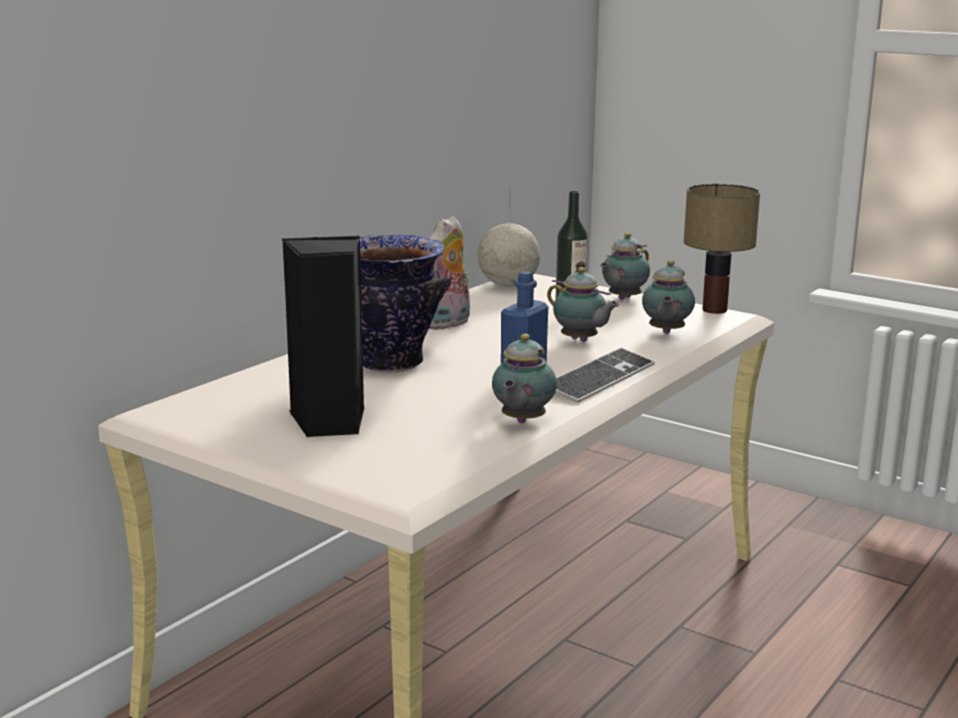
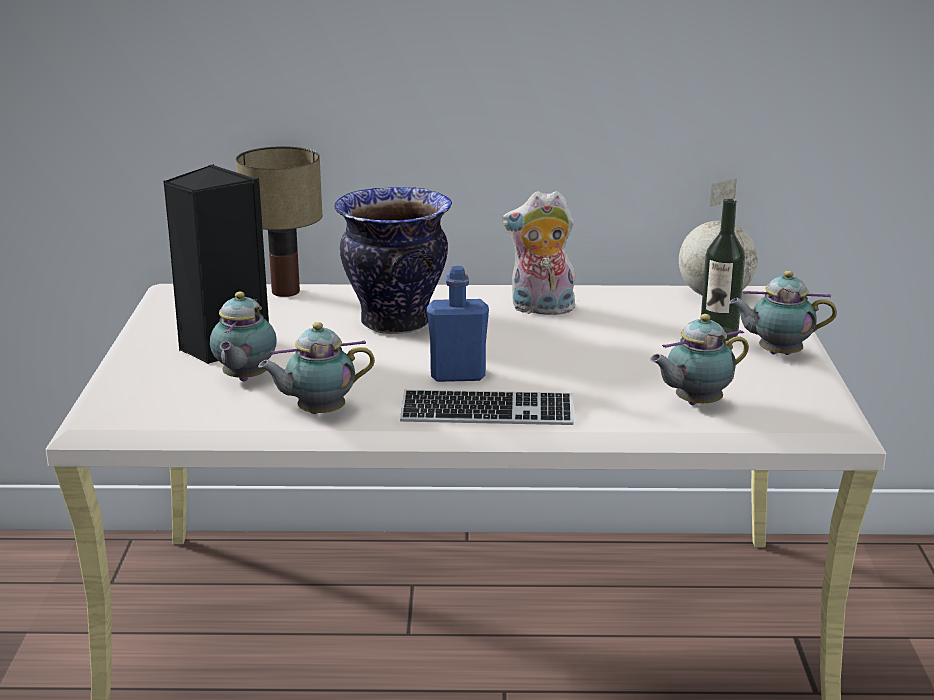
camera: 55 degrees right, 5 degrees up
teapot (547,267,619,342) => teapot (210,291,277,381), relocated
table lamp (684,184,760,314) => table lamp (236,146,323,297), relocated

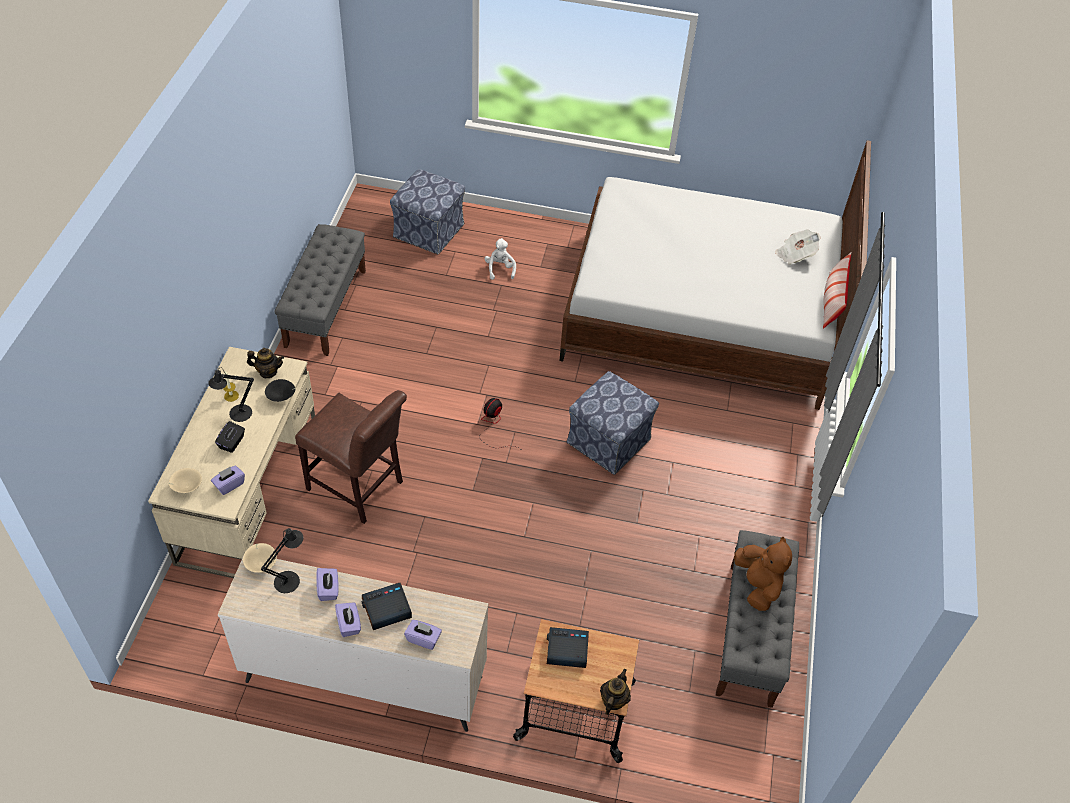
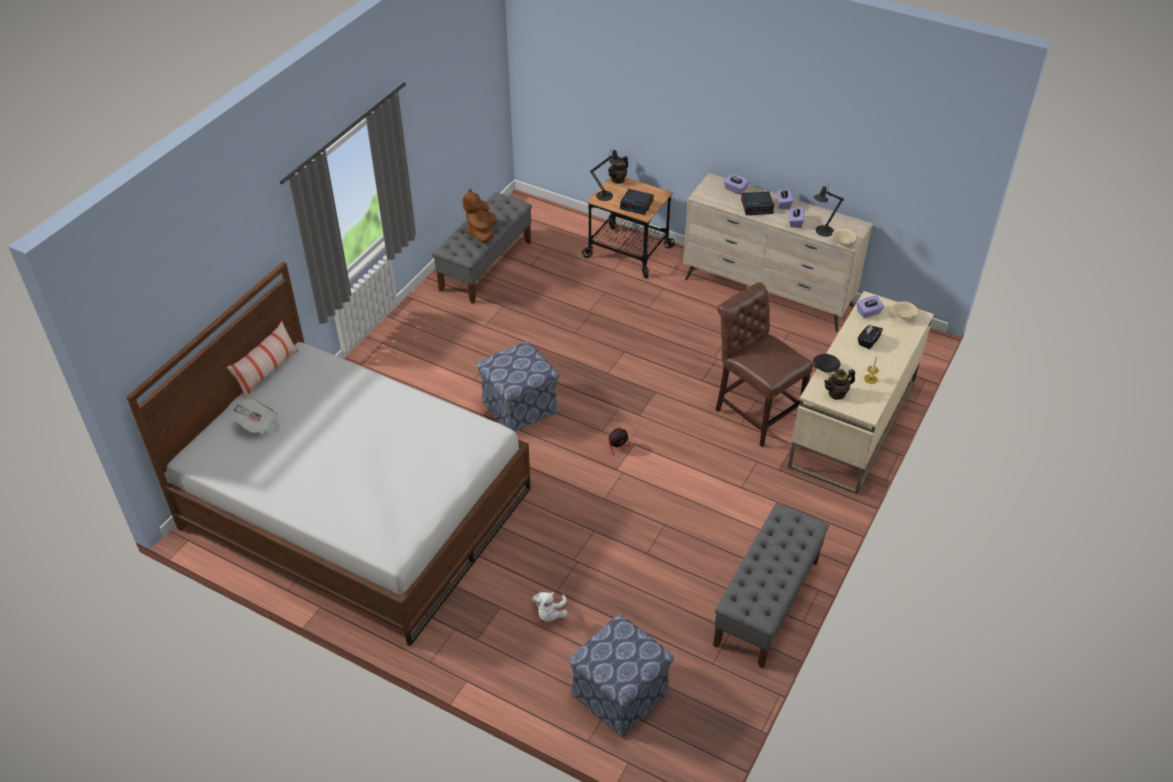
camera: 160 degrees left, 5 degrees down
table lamp/black (208,367,254,422) => table lamp/black (590,148,623,201), relocated
teapot (247,348,284,378) => teapot (824,369,855,400), 45 degrees counterclockwise

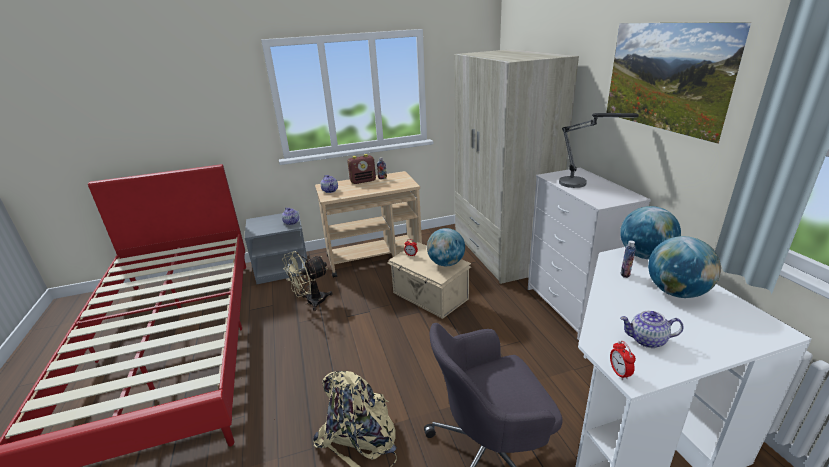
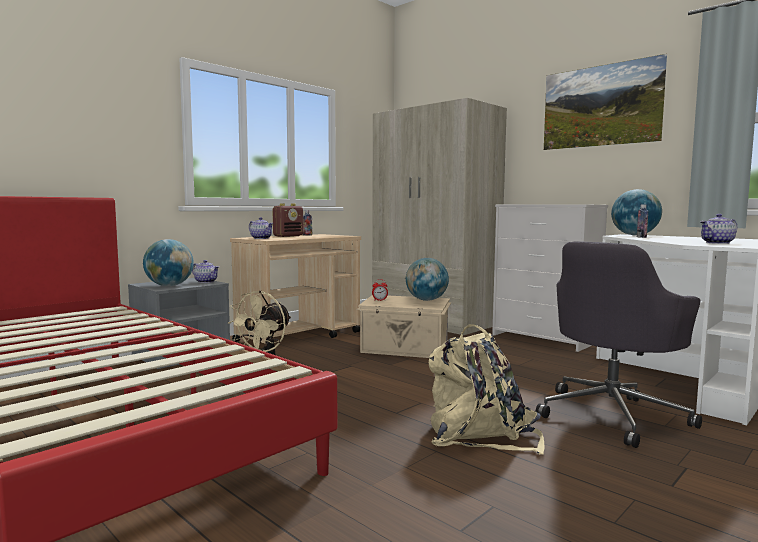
camera: 30 degrees left, 20 degrees down
globe (648,236,721,298) => globe (143,239,194,286), relocated
table lamp (559,113,639,188) => nothing
alarm clock (610,341,636,380) => nothing

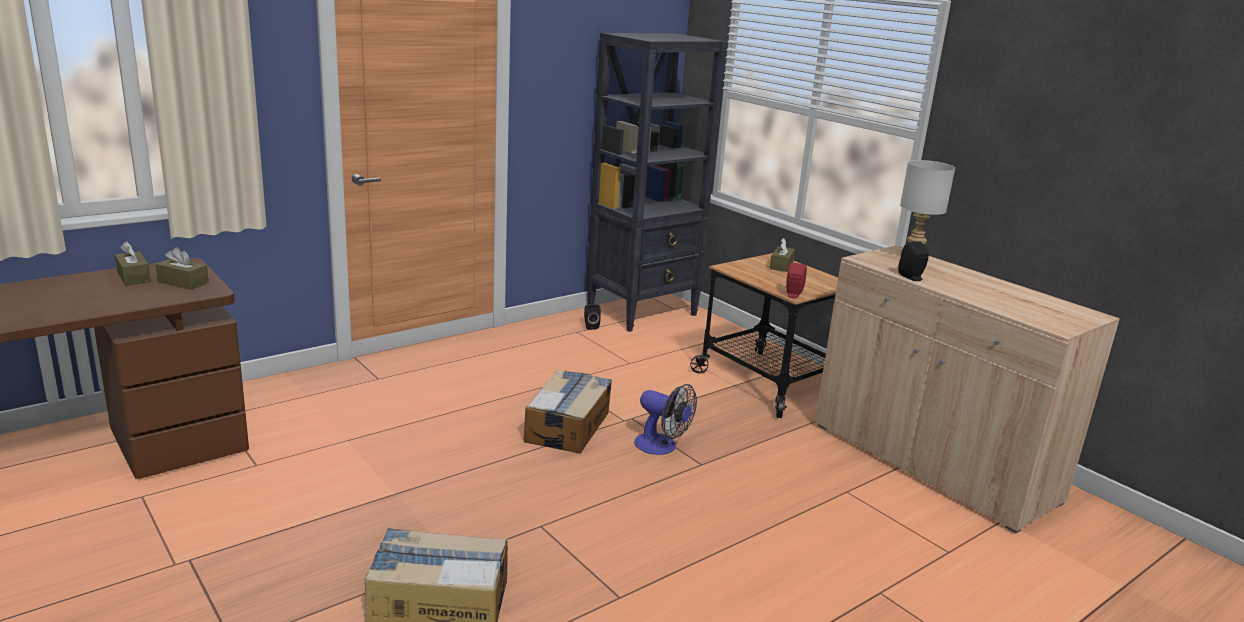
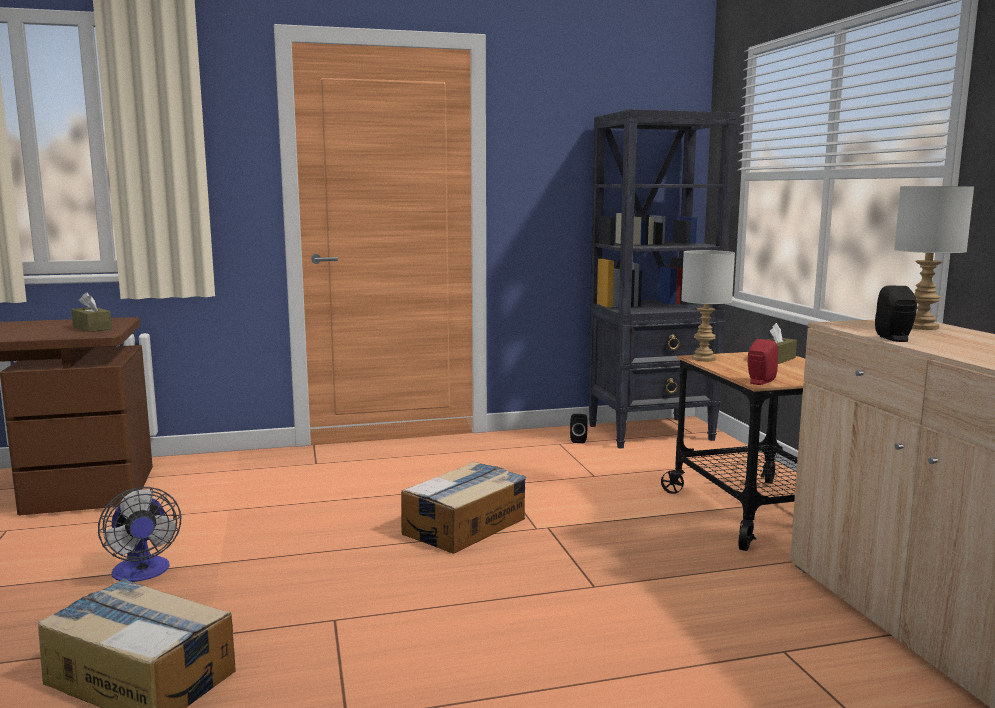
camera: 25 degrees right, 10 degrees down
fan (634,384,697,455) => fan (98,487,181,582), relocated
nothing => table lamp/grey (681,250,735,361)
tissue box/brown (115,241,151,285) => nothing

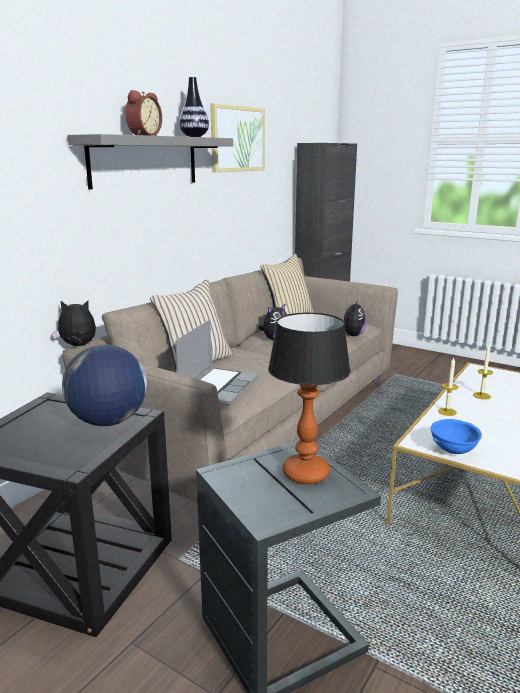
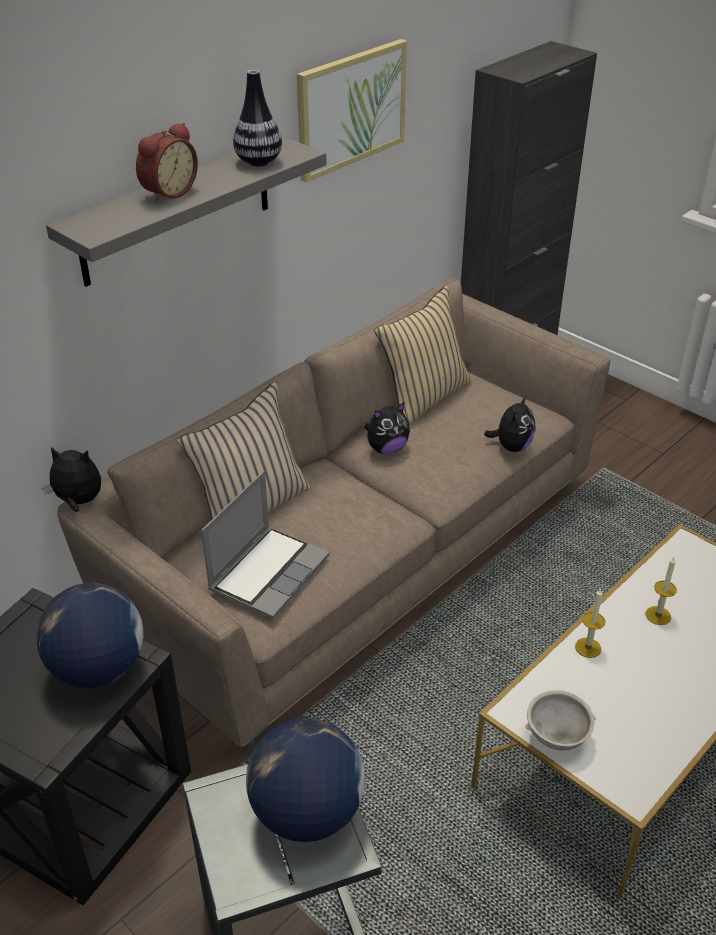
camera: 10 degrees right, 20 degrees up
table lamp (268,313,351,484) => globe (246,718,365,842)
bowl/blue (431,419,482,454) => bowl/grey (525,690,596,750)

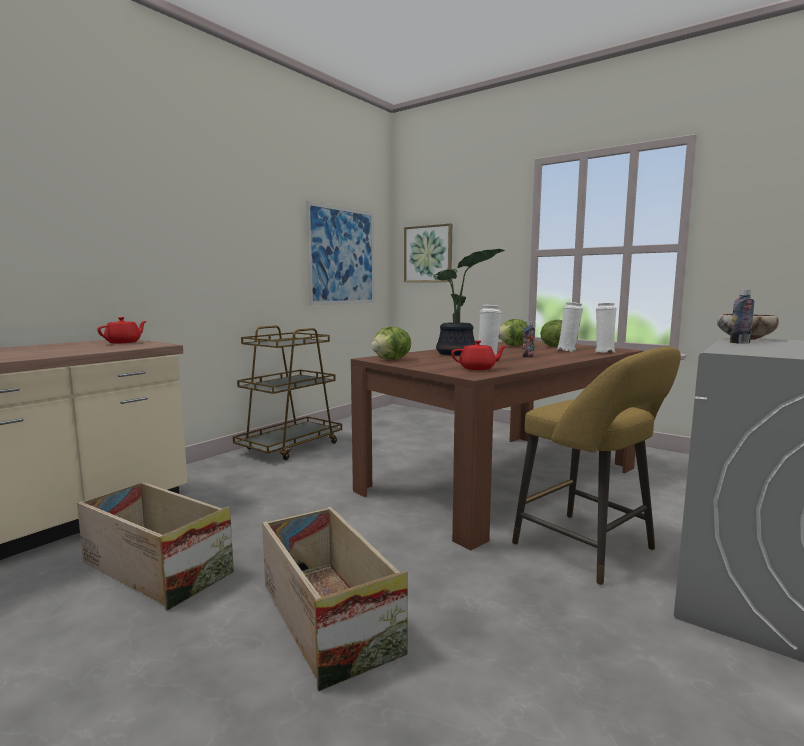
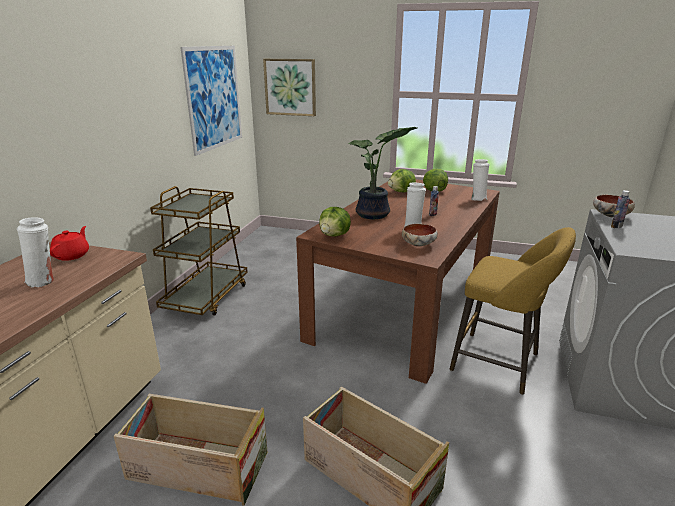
camera: 20 degrees left, 15 degrees up
vase/white (557,302,583,351) => vase/white (17,217,54,288), relocated
teapot/red (451,340,507,370) => bowl (402,224,438,247)

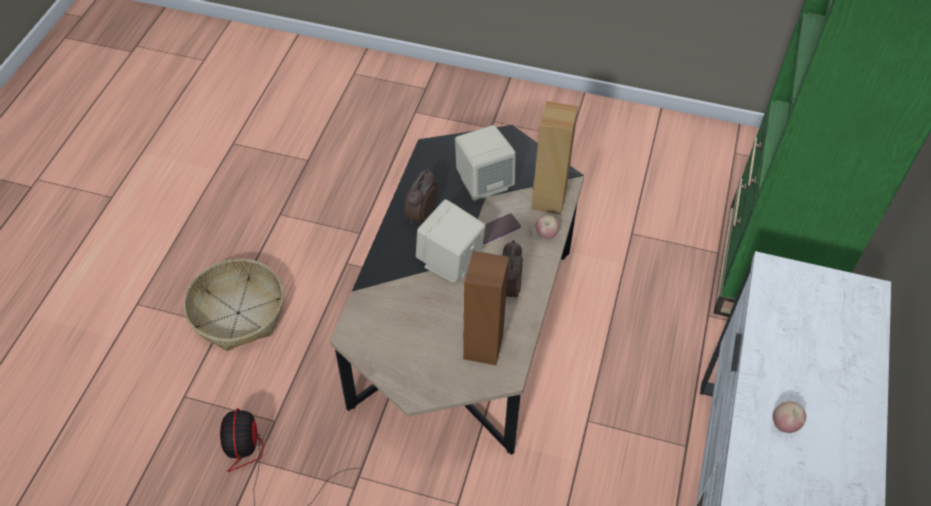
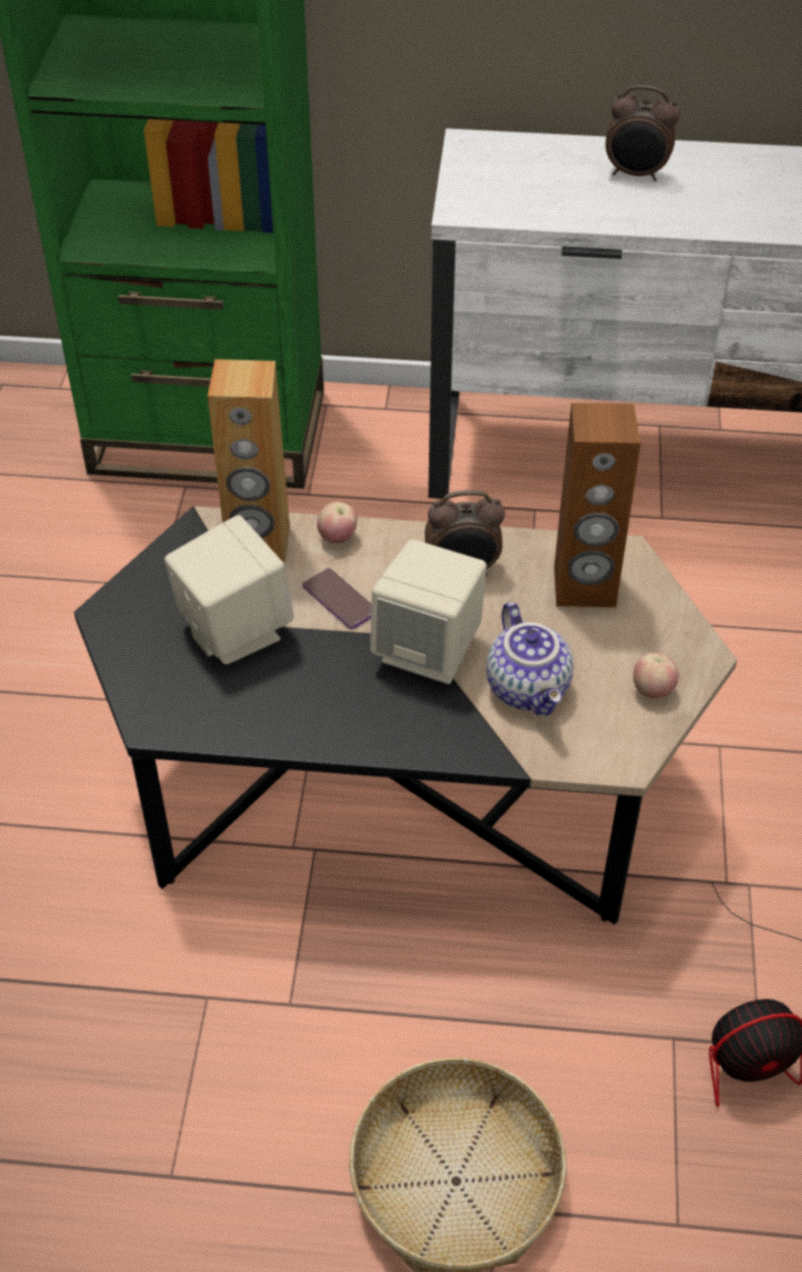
camera: 100 degrees left, 5 degrees down
nothing => teapot (486,602,573,716)
alarm clock (404,169,438,223) => alarm clock (606,85,680,181), relocated
apple (773,401,806,433) => apple (633,652,679,698), relocated

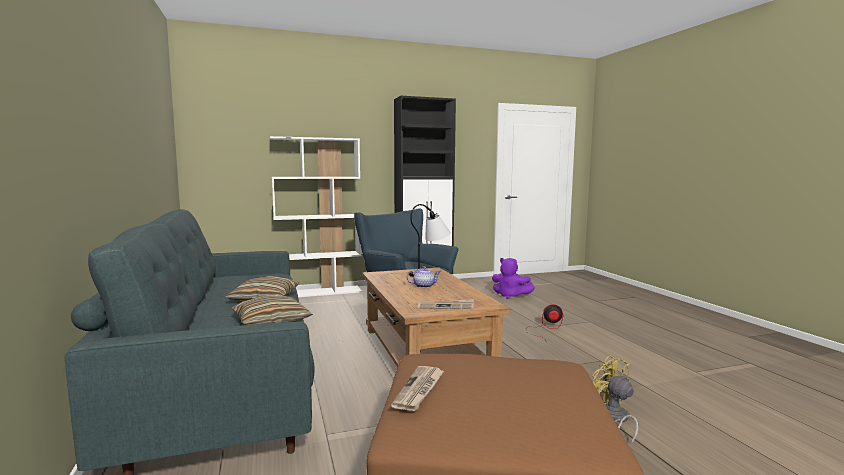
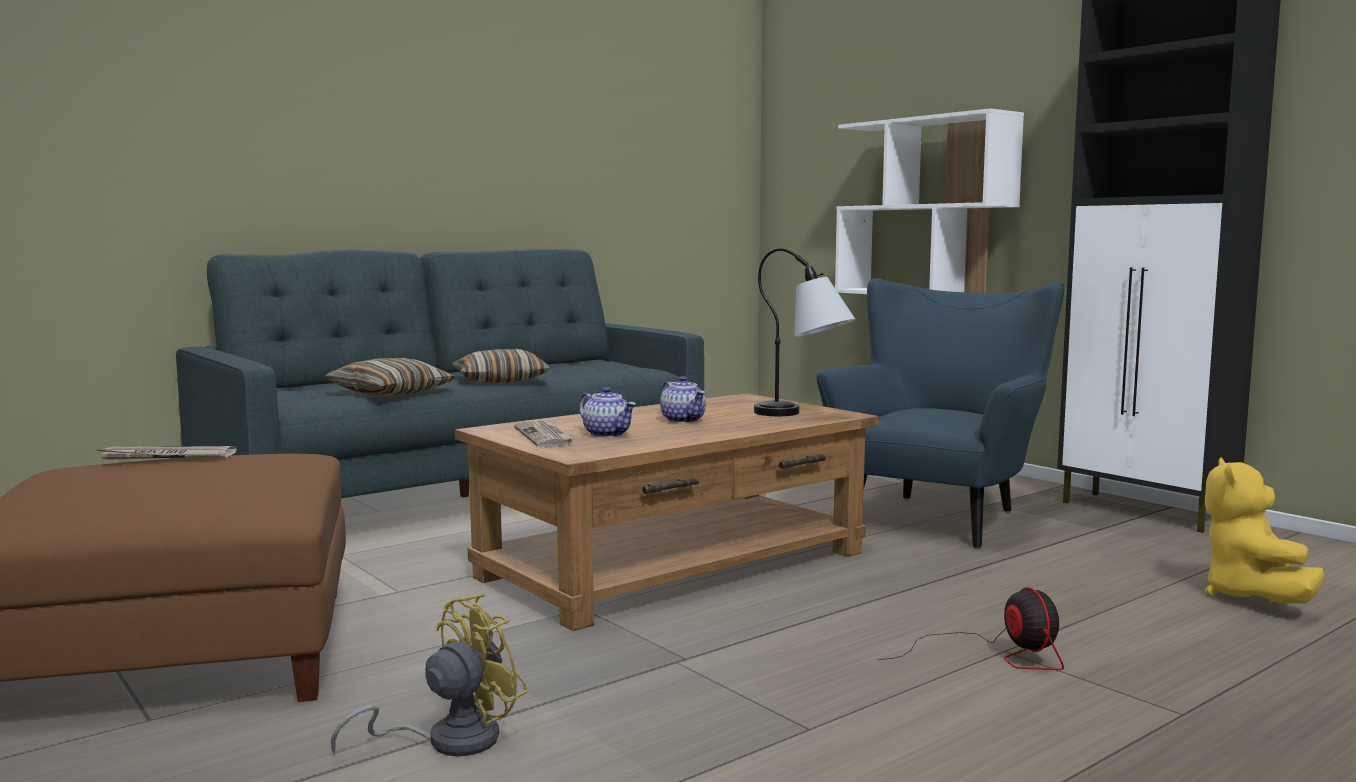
camera: 70 degrees right, 0 degrees up
nothing => teapot (579,387,636,438)
plush toy/purple (492,258,535,299) => plush toy/yellow (1205,458,1324,604)

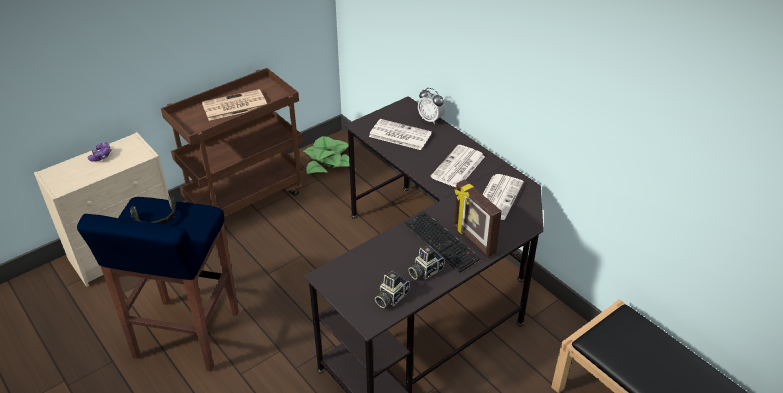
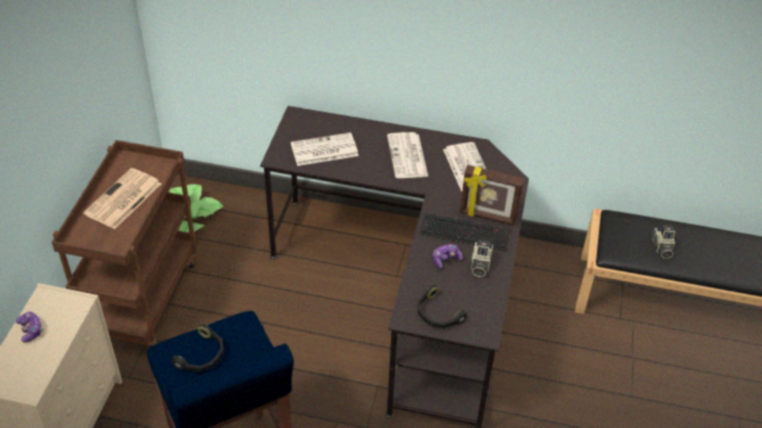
camera: 40 degrees left, 5 degrees up
nothing => headphones/black (418,285,467,329)
nothing => game controller (433,244,463,269)
photo camera (375,271,410,308) => photo camera (652,226,675,259), relocated
alarm clock (418,88,445,124) => nothing

